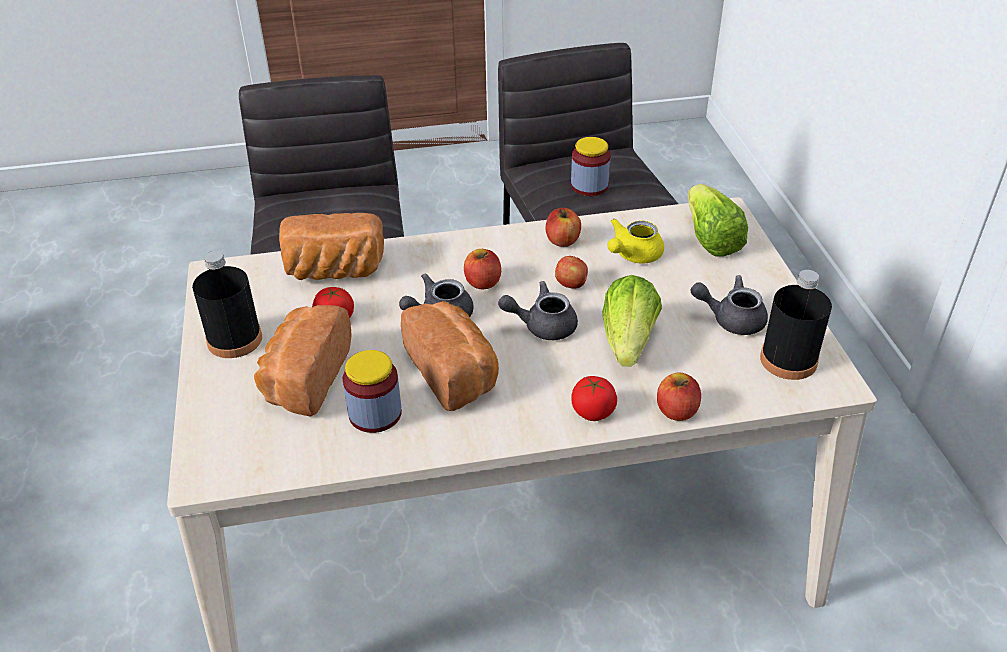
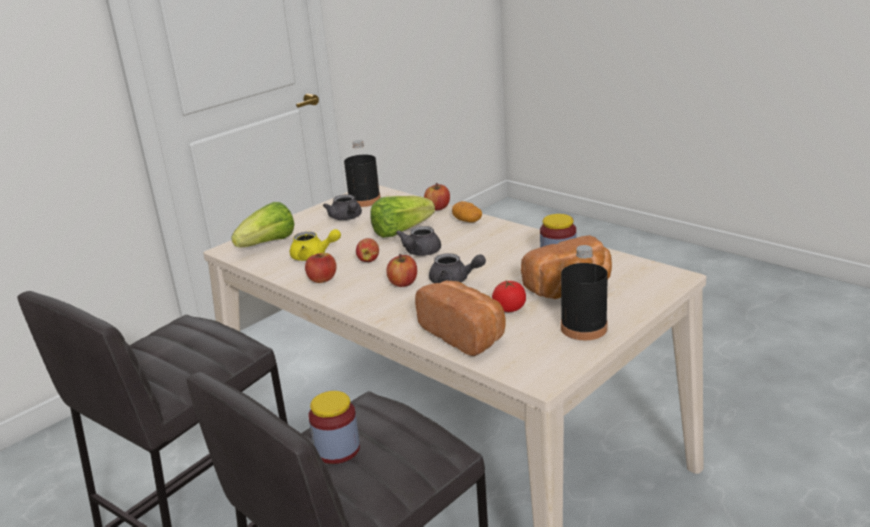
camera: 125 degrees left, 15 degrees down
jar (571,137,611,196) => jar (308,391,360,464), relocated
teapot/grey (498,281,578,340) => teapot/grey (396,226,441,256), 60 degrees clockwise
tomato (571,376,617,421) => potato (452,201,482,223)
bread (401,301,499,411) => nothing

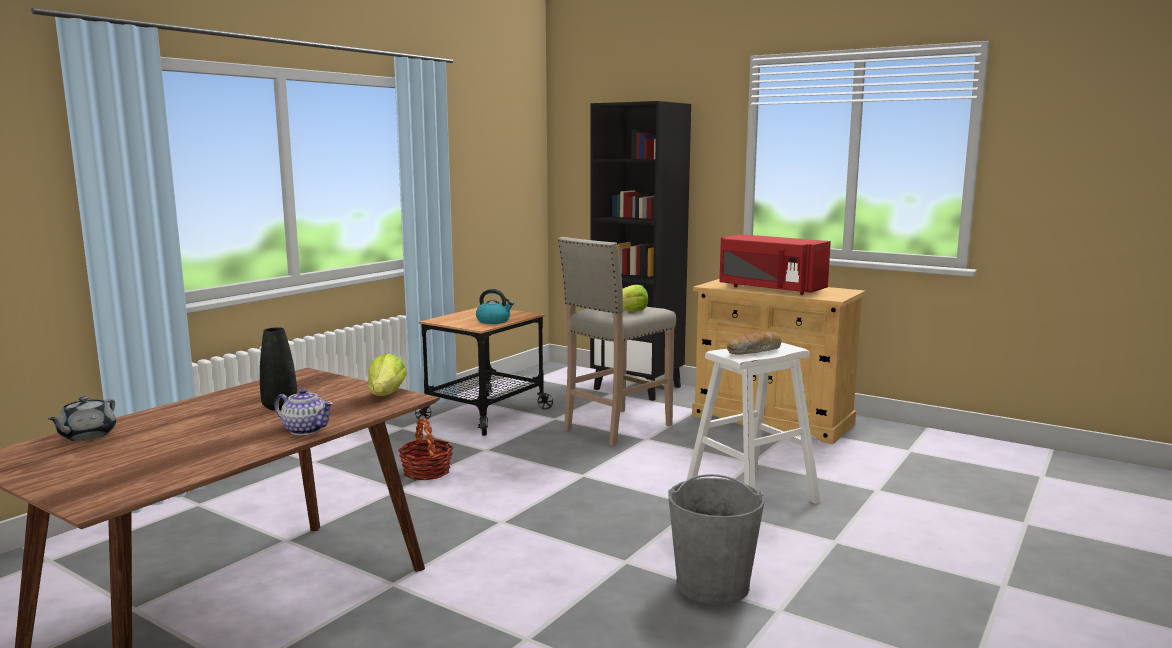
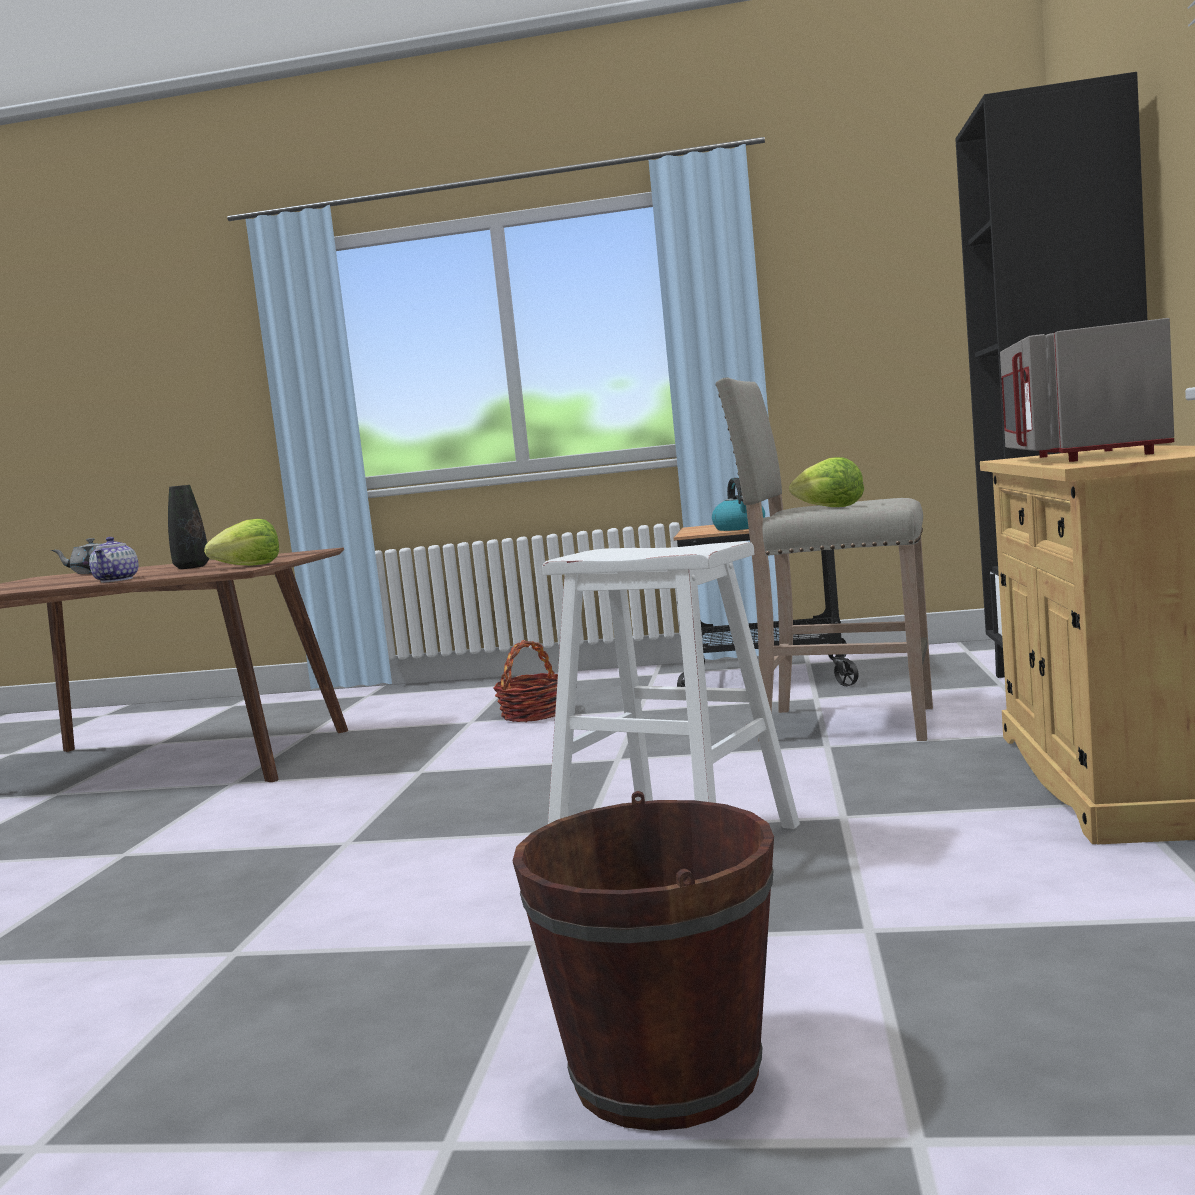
camera: 65 degrees right, 5 degrees down
nothing => bucket/brown (513,791,774,1131)
microwave/red (719,234,831,295) => microwave/grey (1000,318,1174,462)
bucket/grey (668,474,764,605) => nothing
bread (727,331,782,355) => nothing

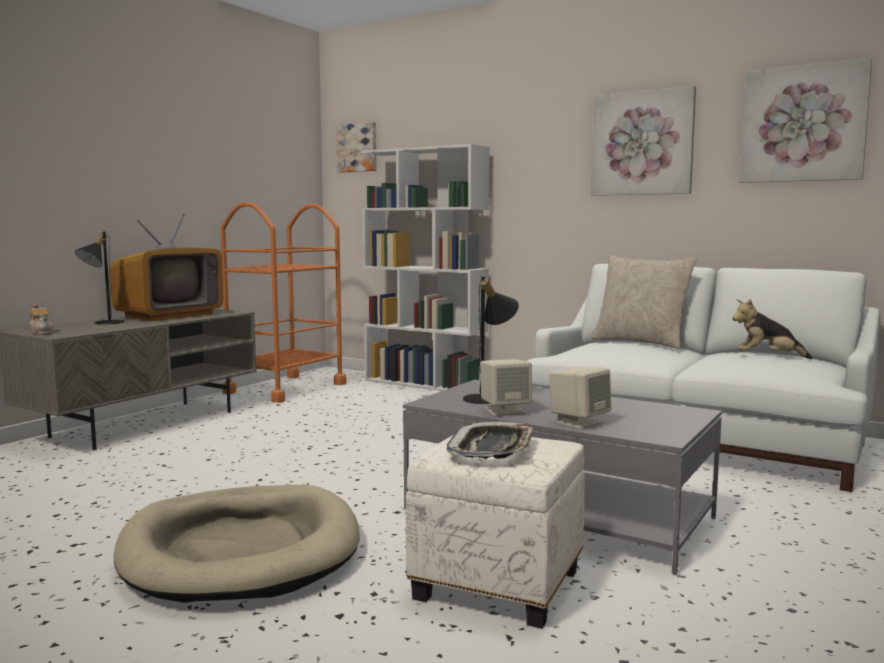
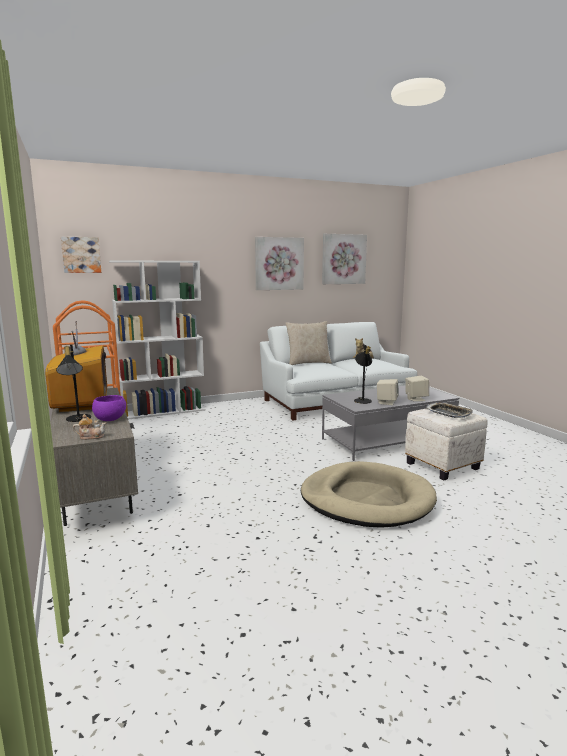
camera: 55 degrees left, 5 degrees up
nothing => bowl/purple (92,395,126,421)

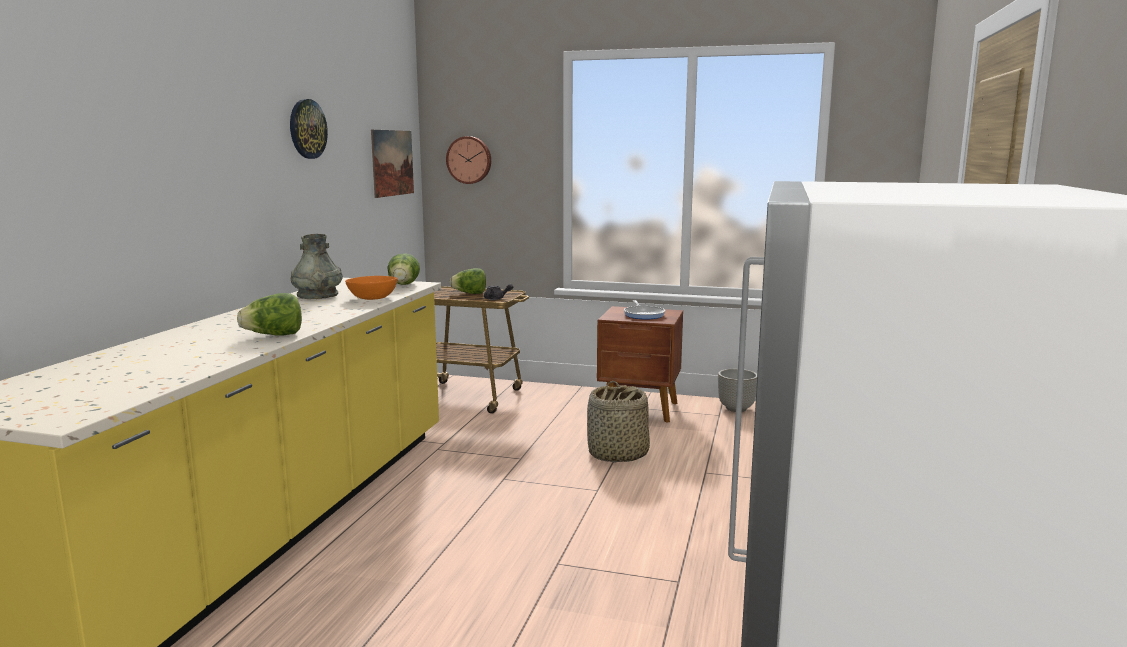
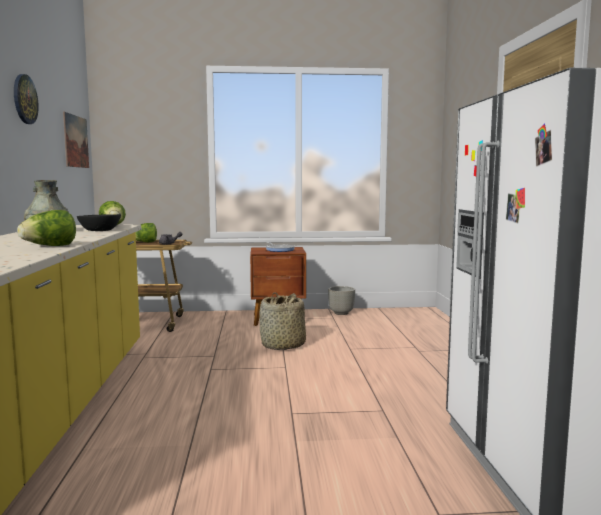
camera: 20 degrees left, 5 degrees down
bowl/orange (345,276,398,300) => bowl/black (77,214,121,231)
wall clock (446,136,491,184) => nothing

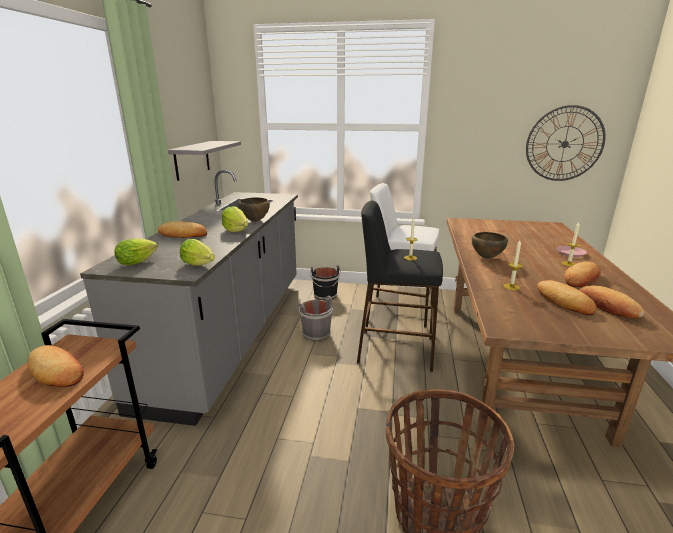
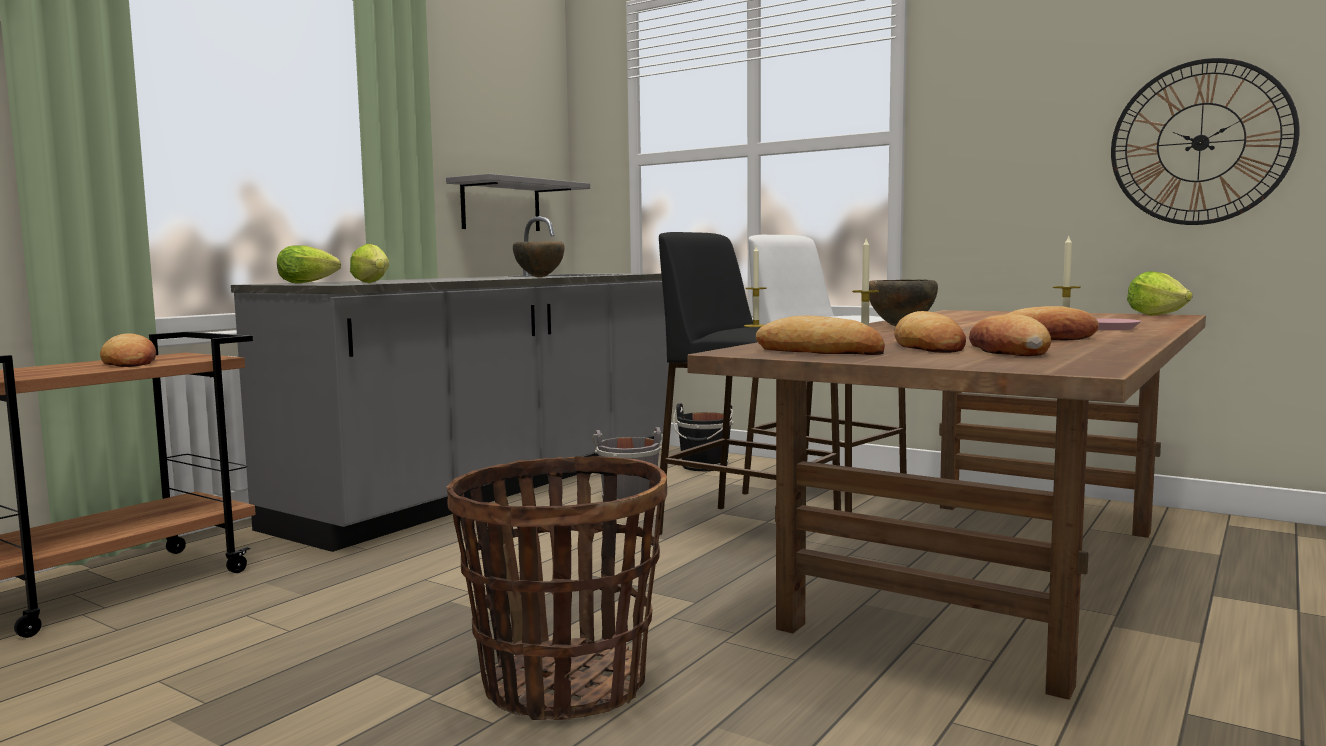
camera: 25 degrees right, 15 degrees down
bread (157,221,207,238) => bread (756,316,885,355), relocated
lettuce (222,206,248,232) => lettuce (1127,271,1193,316), relocated

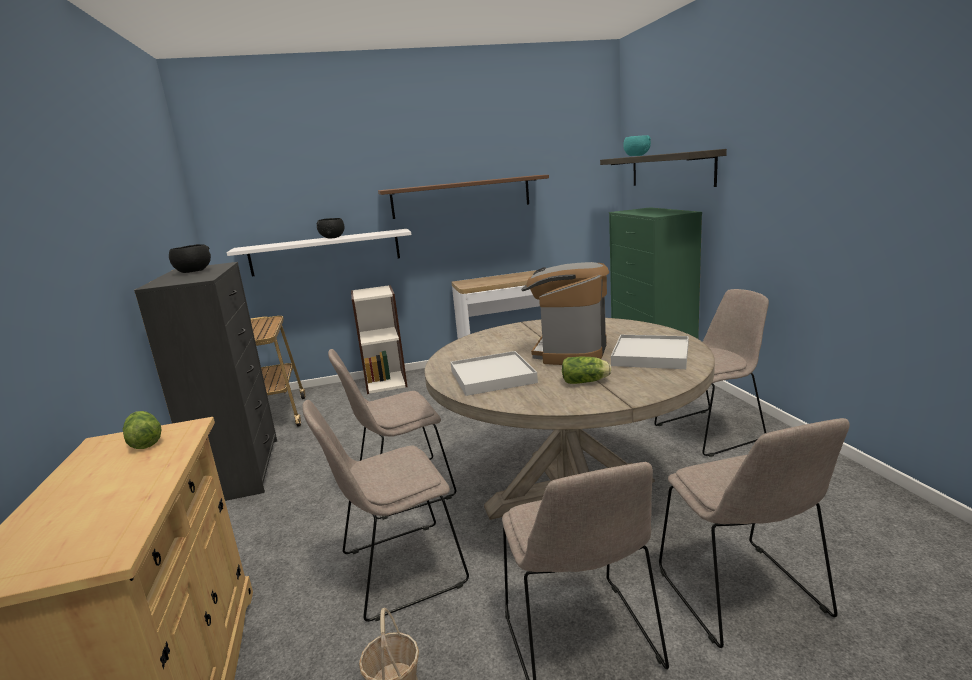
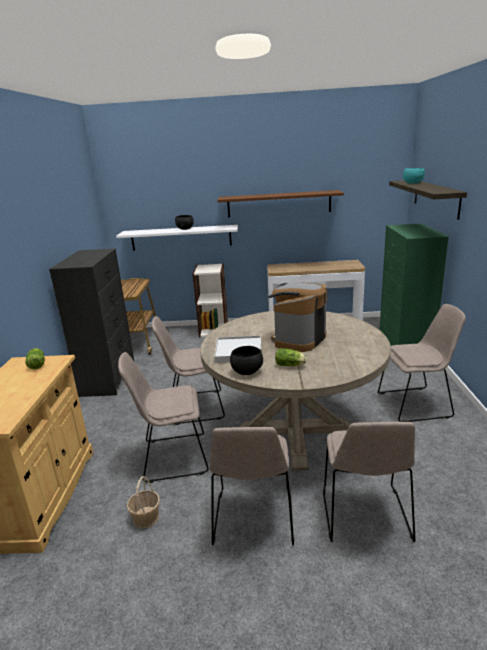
camera: 15 degrees right, 5 degrees up
bowl/black (169,244,211,273) => bowl/black (230,346,263,375), relocated
tray/white (611,335,689,369) => nothing

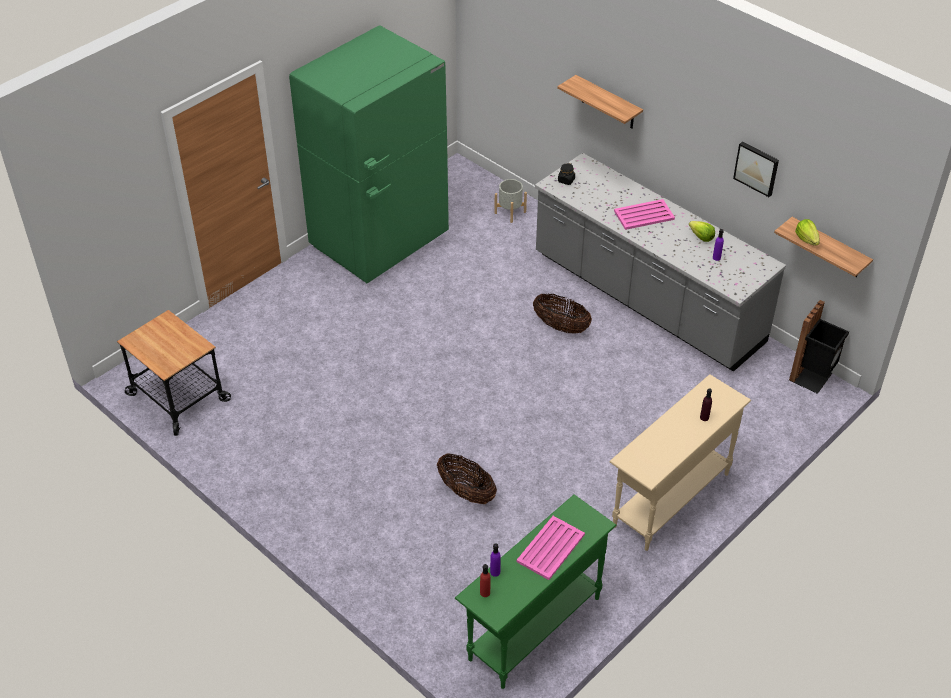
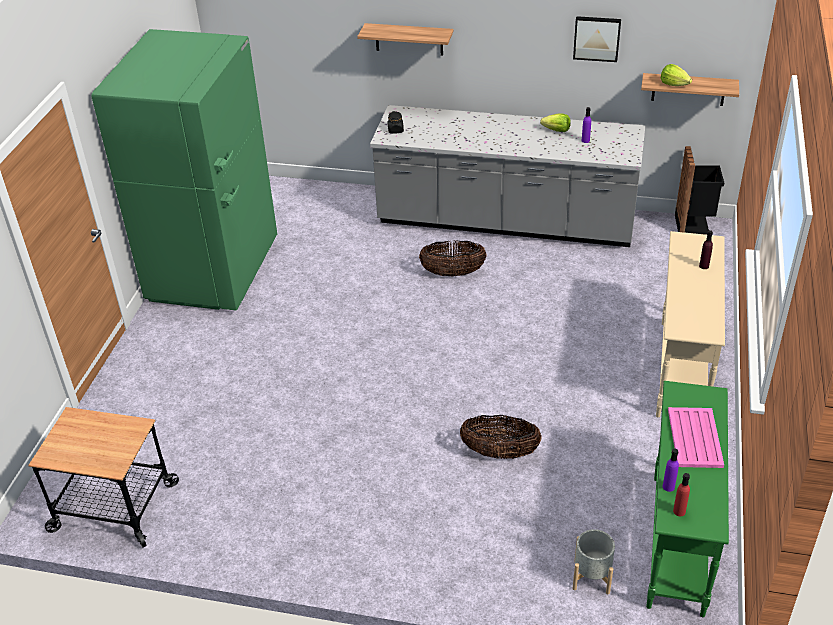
camera: 30 degrees left, 5 degrees down
planter/grey (494,179,527,223) => planter/grey (573,529,615,594), relocated
tray/pink (614,199,675,230) => nothing

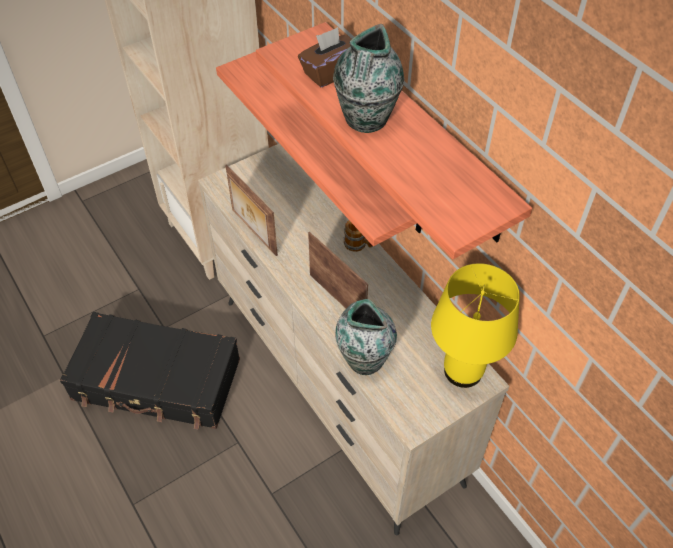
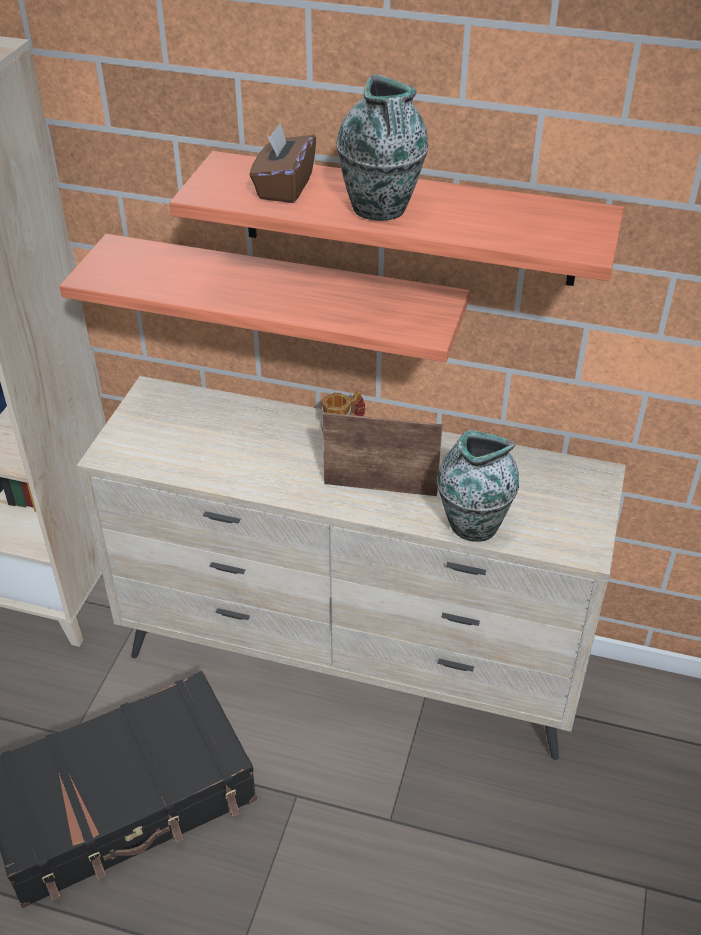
camera: 40 degrees left, 10 degrees down
picture frame (225,165,278,256) => nothing
table lamp/yellow (431,263,520,388) => nothing

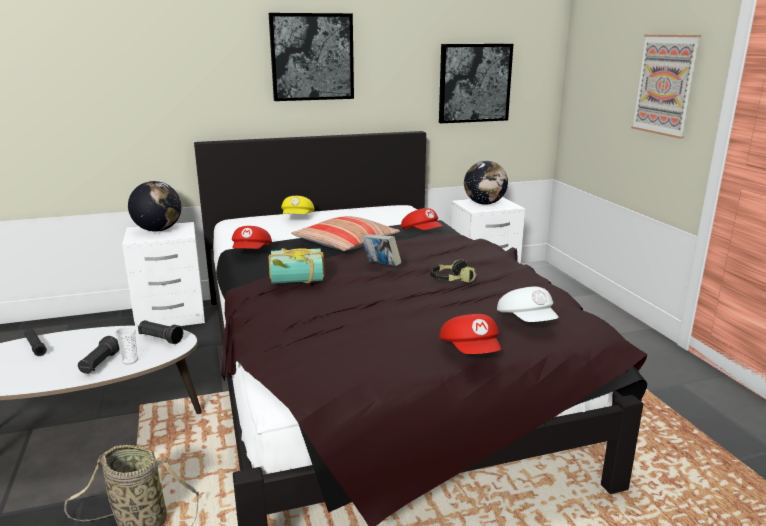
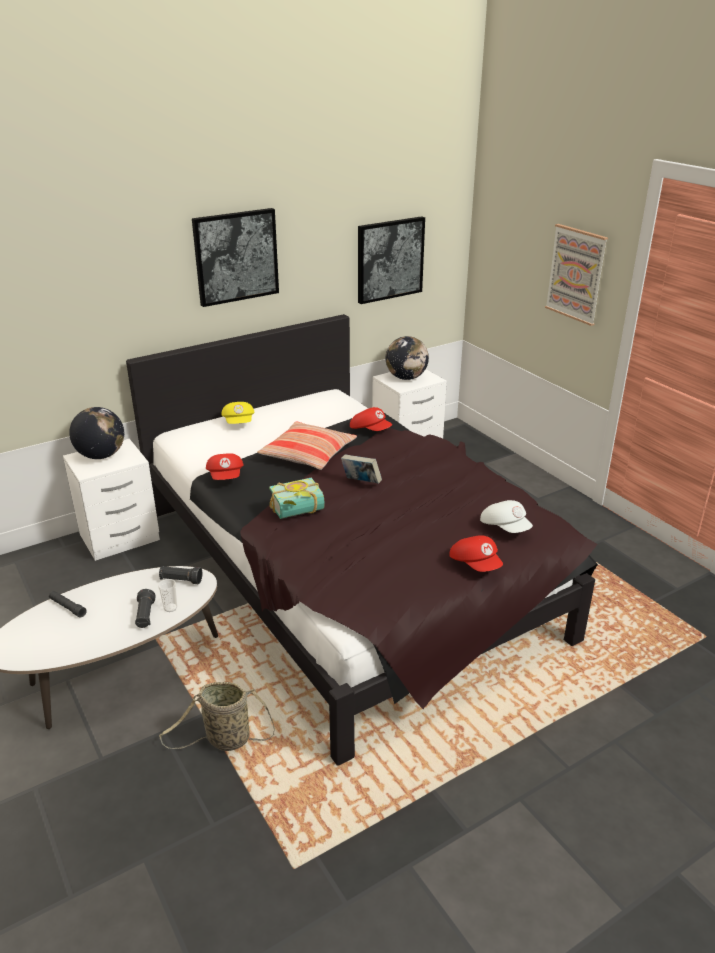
camera: 15 degrees left, 10 degrees up
headphones (431,259,477,283) => nothing

